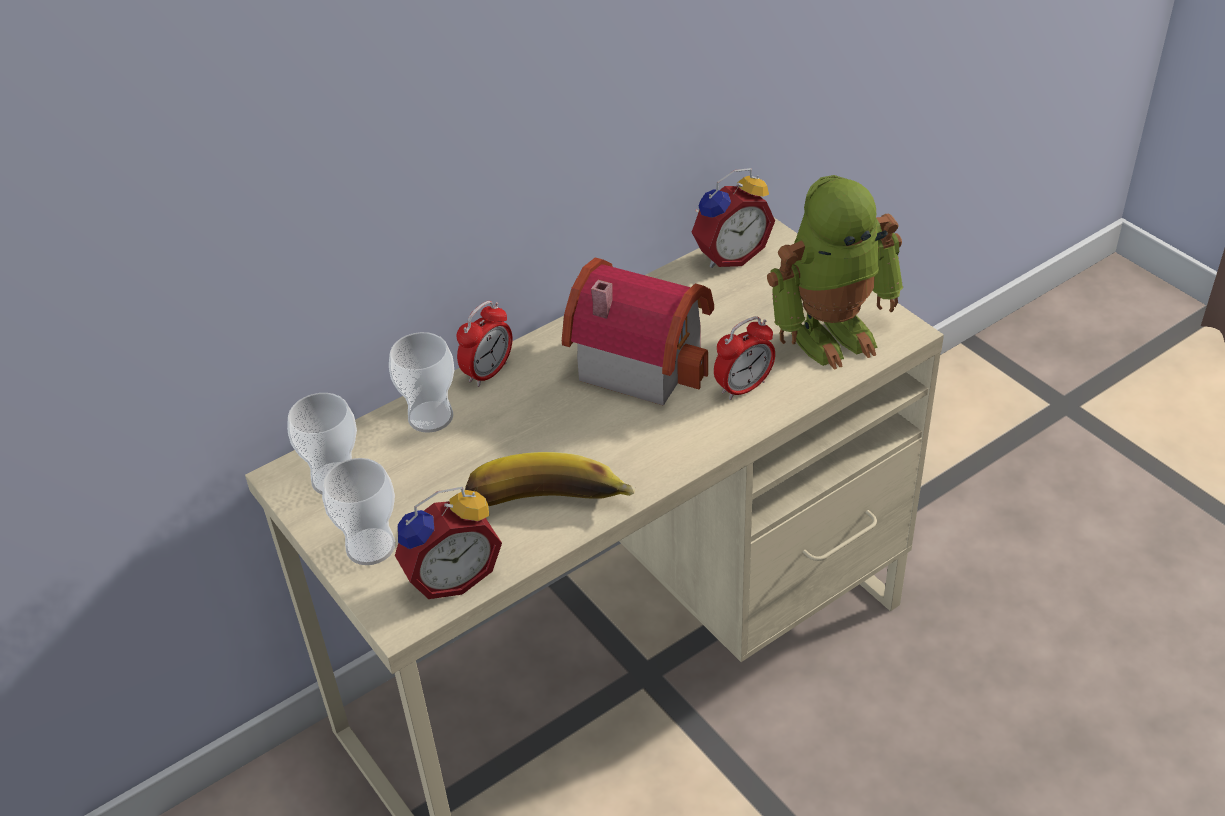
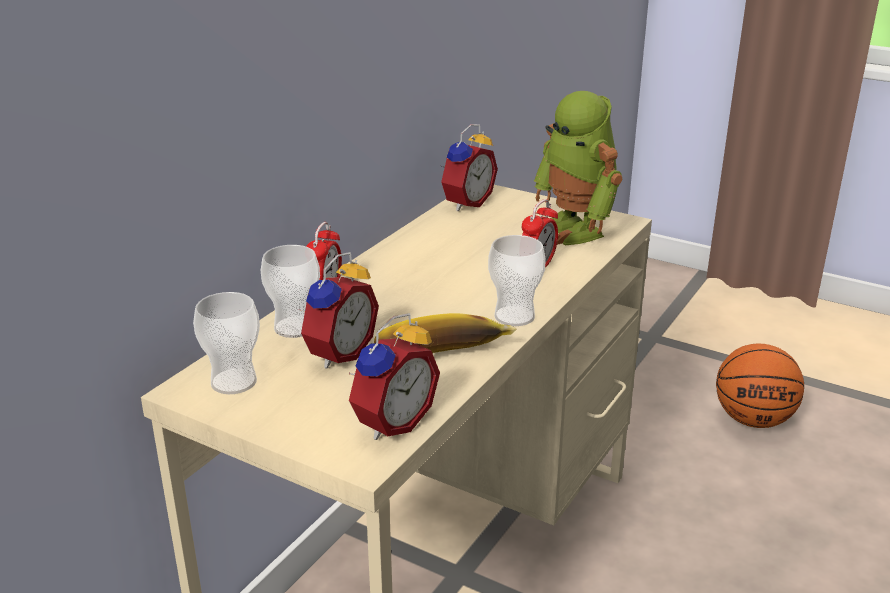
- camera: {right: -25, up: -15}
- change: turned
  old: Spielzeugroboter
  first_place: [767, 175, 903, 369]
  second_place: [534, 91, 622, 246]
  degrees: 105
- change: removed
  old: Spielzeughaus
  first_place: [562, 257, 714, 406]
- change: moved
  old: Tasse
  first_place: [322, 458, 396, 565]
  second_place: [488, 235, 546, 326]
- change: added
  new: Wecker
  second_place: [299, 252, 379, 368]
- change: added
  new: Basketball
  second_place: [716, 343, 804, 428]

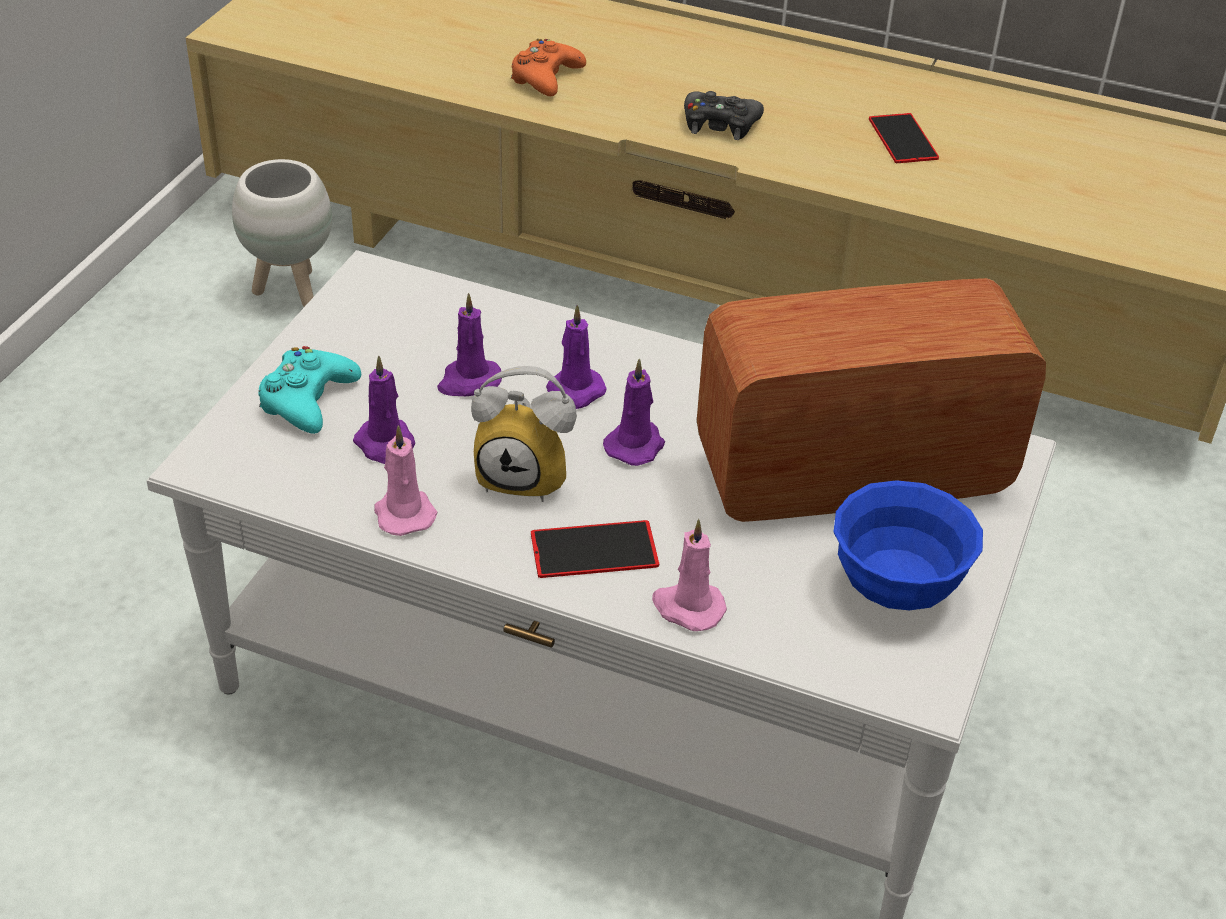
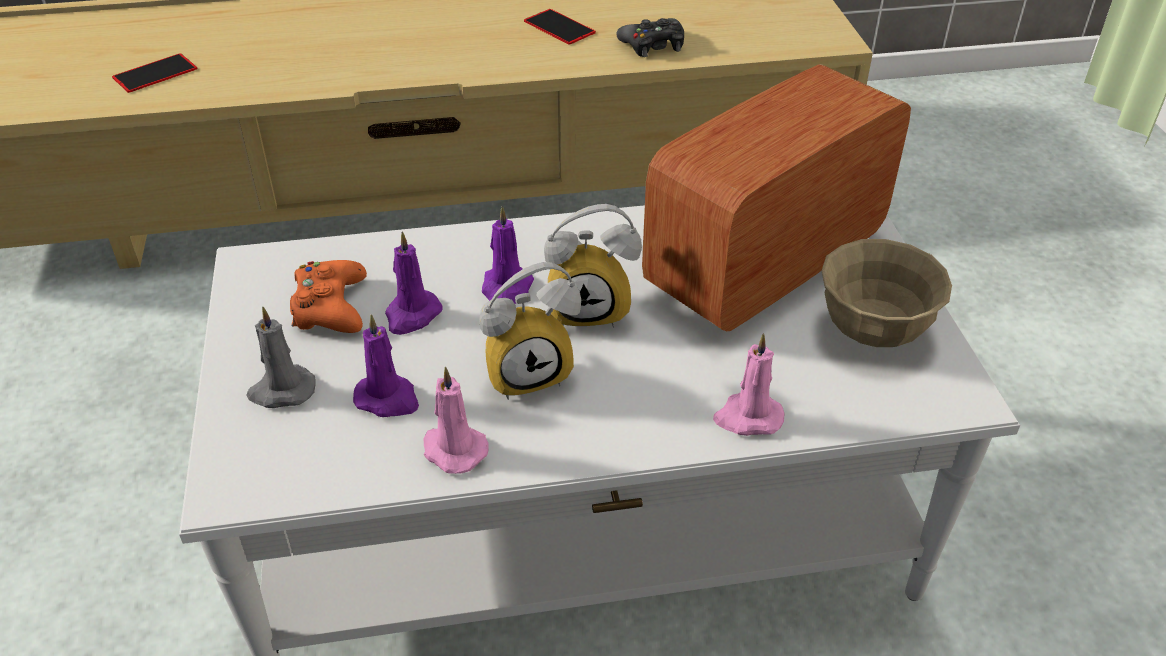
- camera: {right: -30, up: 0}
- change: moved
  old: Gamepad/orange
  first_place: [511, 39, 586, 96]
  second_place: [290, 260, 367, 333]
- change: moved
  old: Gamepad/schwarz
  first_place: [684, 91, 764, 140]
  second_place: [616, 18, 684, 57]
- change: removed
  old: Pflanzkübel/weiß
  first_place: [232, 159, 332, 307]
- change: replaced
  old: Gamepad/türkis
  new: Kerze/grau
  first_place: [258, 346, 361, 434]
  second_place: [247, 307, 316, 408]
- change: replaced
  old: Kerze/lila
  new: Wecker
  first_place: [603, 358, 665, 466]
  second_place: [544, 204, 642, 328]
- change: recoloured
  old: Schüssel/blau
  new: Schüssel/beige
  first_place: [834, 480, 983, 610]
  second_place: [822, 239, 952, 347]
- change: moved
  old: Handy
  first_place: [531, 520, 659, 578]
  second_place: [112, 53, 197, 93]

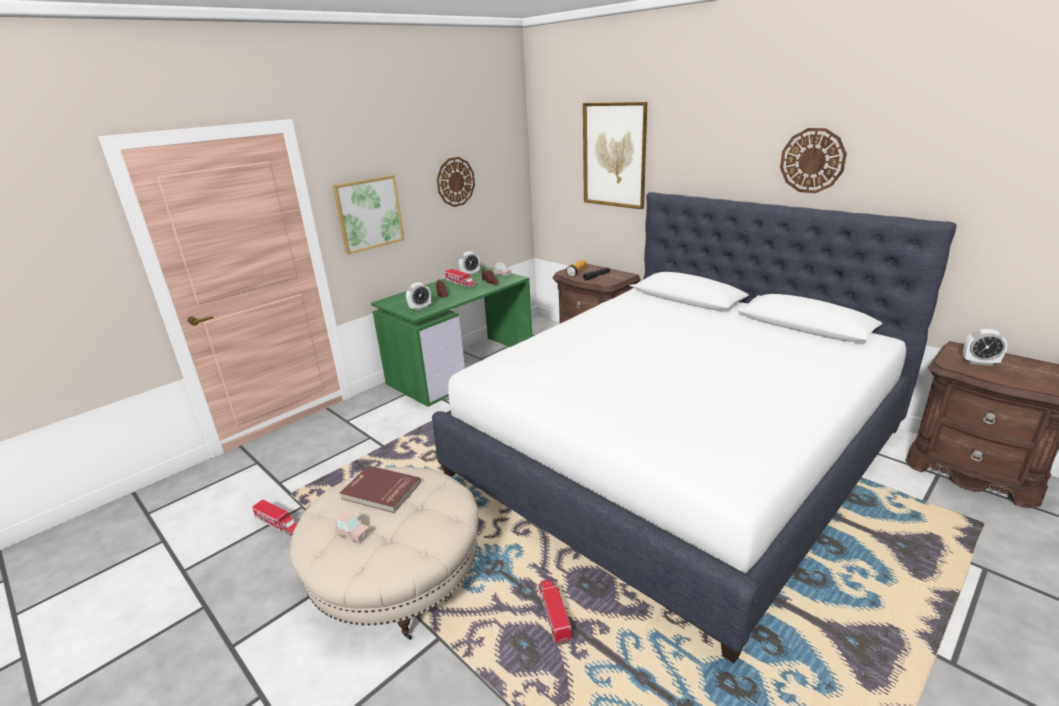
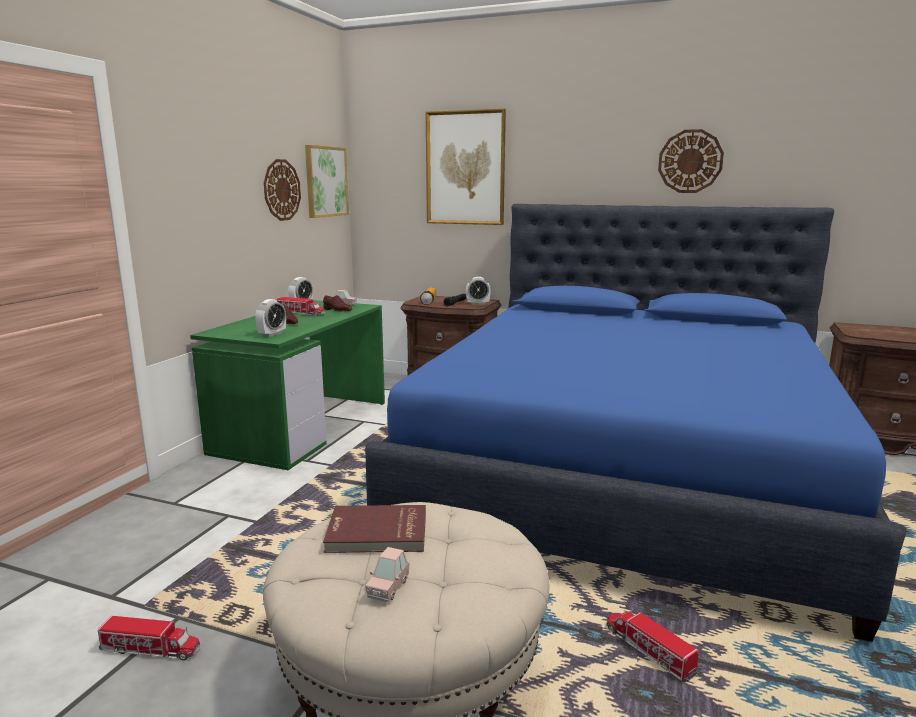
- camera: {right: -25, up: -10}
- change: moved
  old: Bild
  first_place: [333, 175, 404, 255]
  second_place: [305, 145, 349, 218]
- change: recoloured
  old: Bett/weiß
  new: Bett/blau
  first_place: [432, 192, 957, 663]
  second_place: [365, 204, 907, 642]
- change: moved
  old: Wecker
  first_place: [963, 329, 1007, 366]
  second_place: [466, 277, 491, 305]
- change: turned
  old: Spielzeugauto/rosa
  first_place: [334, 511, 369, 543]
  second_place: [365, 547, 410, 602]
  degrees: 105

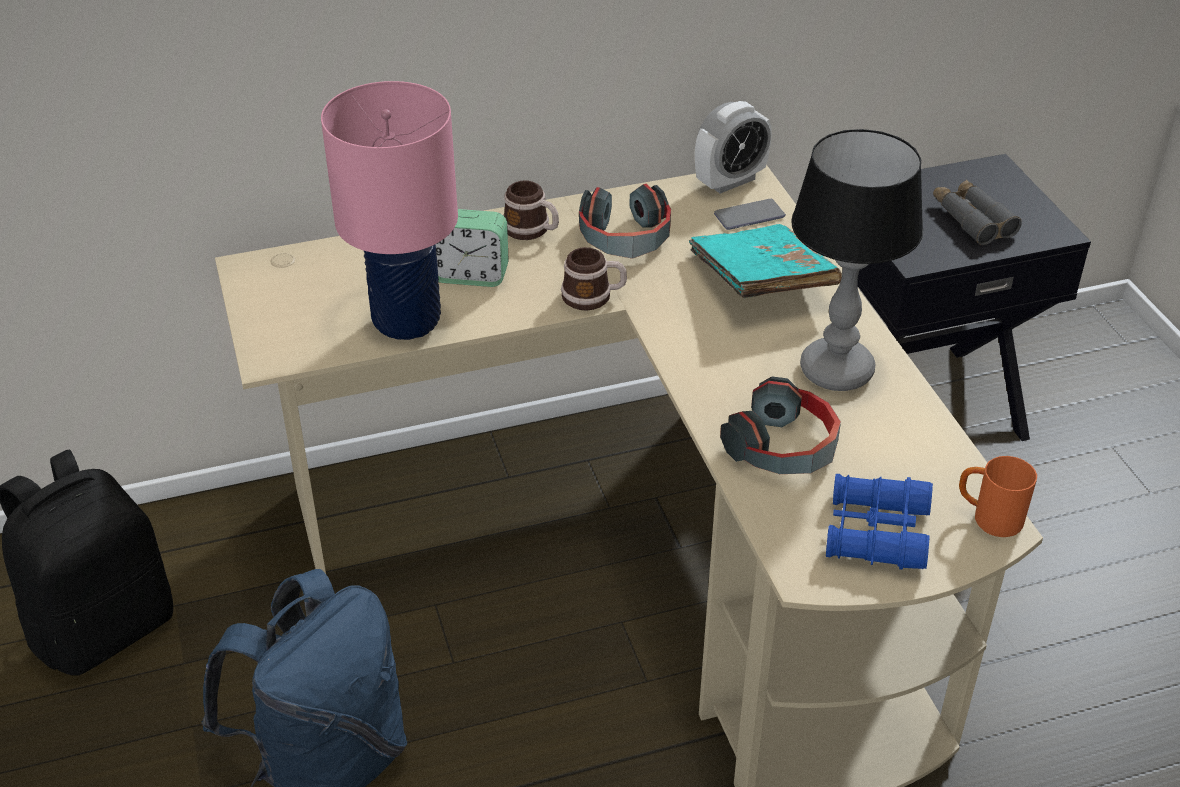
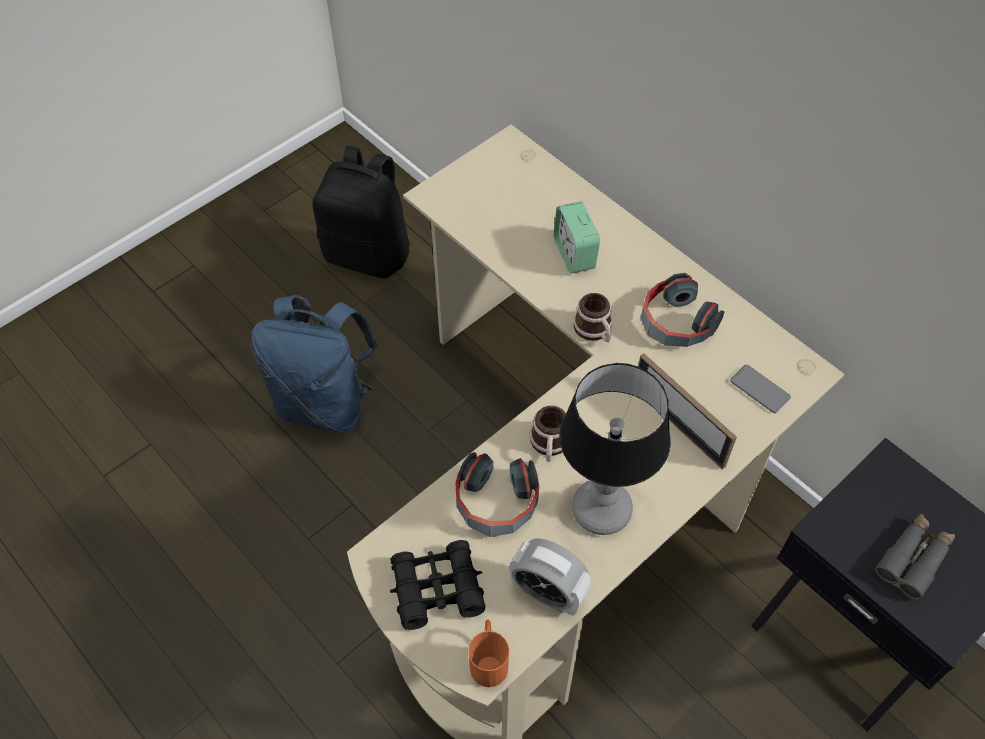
- camera: {right: 65, up: 15}
- change: removed
  old: Tischlampe/rosa
  first_place: [321, 81, 458, 340]
- change: moved
  old: Wecker
  first_place: [695, 101, 772, 194]
  second_place: [509, 538, 591, 616]
- change: moved
  old: Henkelbecher
  first_place: [503, 180, 559, 240]
  second_place: [530, 406, 566, 462]
- change: replaced
  old: Buch/türkis
  new: Bilderrahmen
  first_place: [689, 224, 842, 298]
  second_place: [638, 353, 737, 469]
- change: recoloured
  old: Fernglas/blau
  new: Fernglas/schwarz
  first_place: [826, 474, 933, 570]
  second_place: [390, 540, 485, 630]

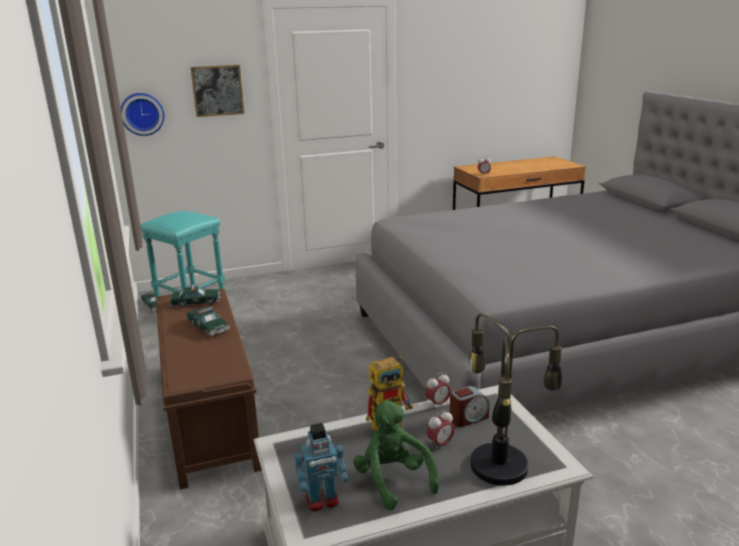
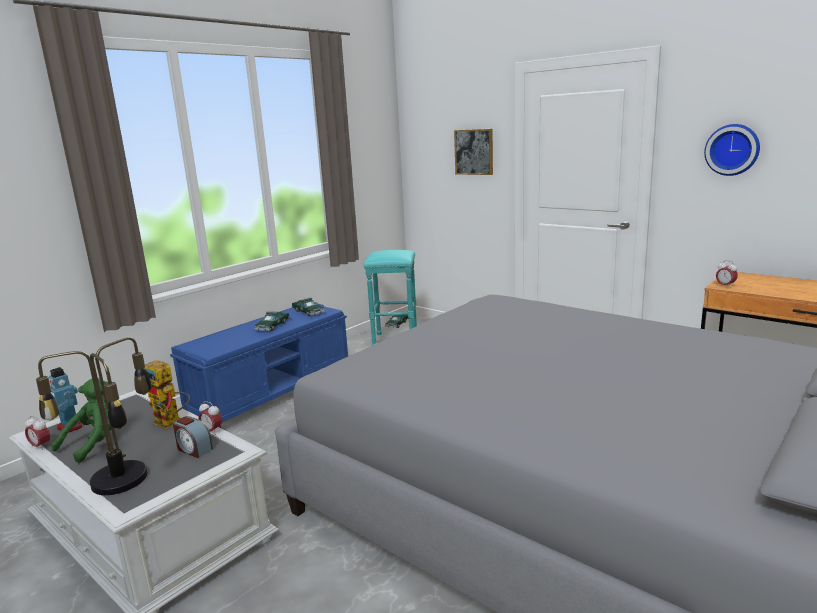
- camera: {right: 60, up: -5}
- change: moved
  old: Wanduhr
  first_place: [121, 93, 165, 136]
  second_place: [704, 124, 760, 176]
- change: recoloured
  old: Bank/braun
  new: Bank/blau
  first_place: [156, 288, 262, 490]
  second_place: [170, 304, 348, 428]
- change: moved
  old: Wecker
  first_place: [427, 410, 455, 450]
  second_place: [25, 416, 50, 450]

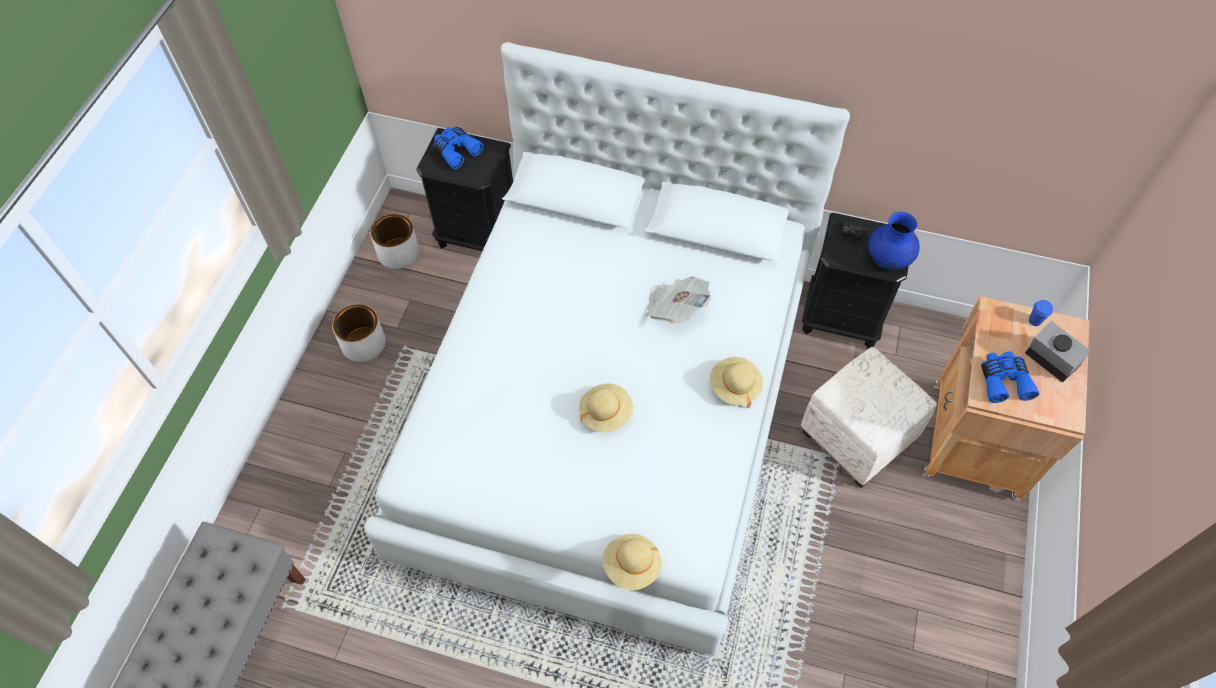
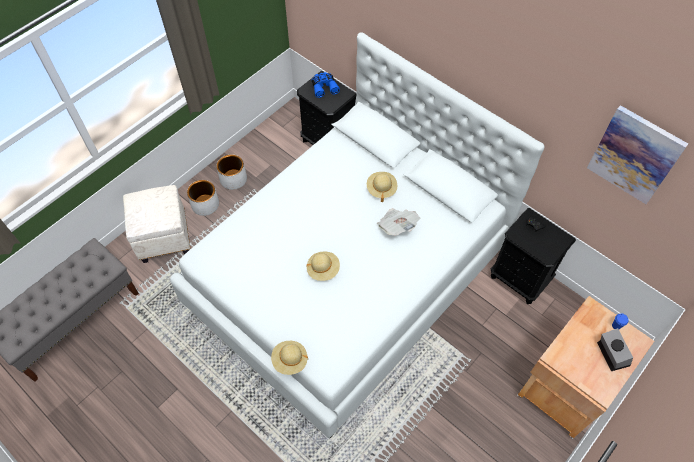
- camera: {right: 25, up: 0}
- change: removed
  old: Vase/blau
  first_place: [868, 212, 920, 270]
- change: moved
  old: Pflanzkübel/weiß
  first_place: [370, 214, 419, 269]
  second_place: [187, 180, 219, 216]
- change: moved
  old: Polsterhocker/weiß
  first_place: [801, 347, 937, 488]
  second_place: [123, 185, 190, 263]
- change: removed
  old: Fernglas/blau
  first_place: [981, 351, 1039, 403]
- change: moved
  old: Hut/beige
  first_place: [710, 357, 763, 408]
  second_place: [367, 172, 397, 202]
- change: added
  new: Bild
  second_place: [587, 105, 688, 204]

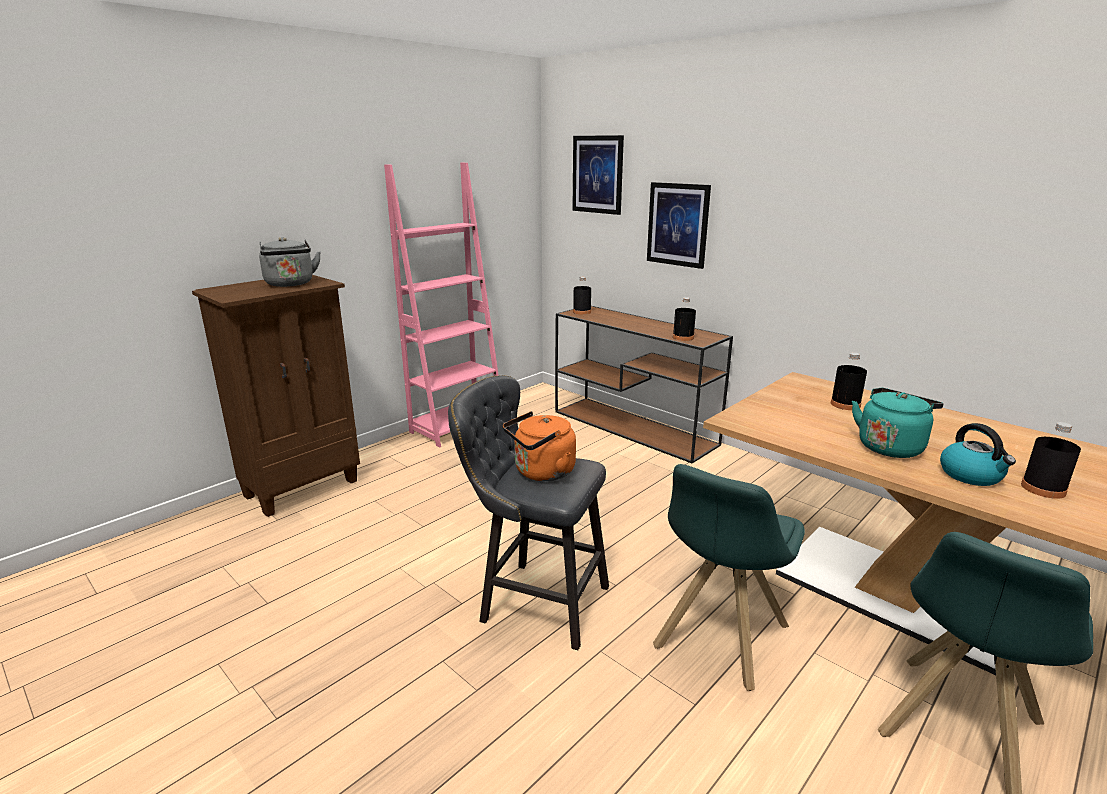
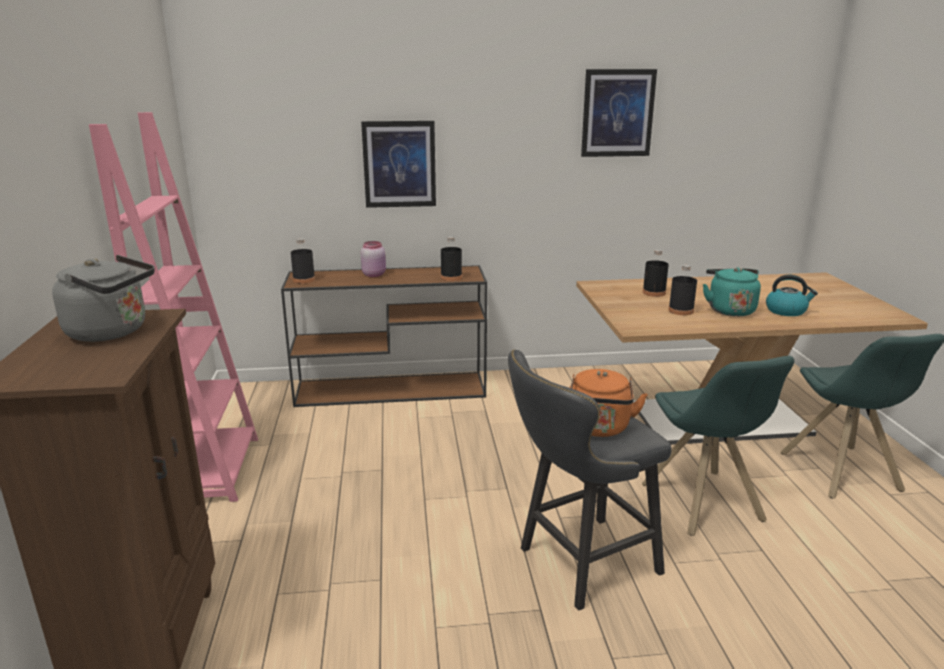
- camera: {right: -50, up: 0}
- change: moved
  old: Bild
  first_place: [572, 135, 624, 215]
  second_place: [581, 69, 657, 157]
- change: moved
  old: Flasche/schwarz
  first_place: [1021, 422, 1081, 499]
  second_place: [668, 265, 697, 315]
- change: added
  new: Vorratsglas/rosa
  second_place: [361, 241, 386, 277]

